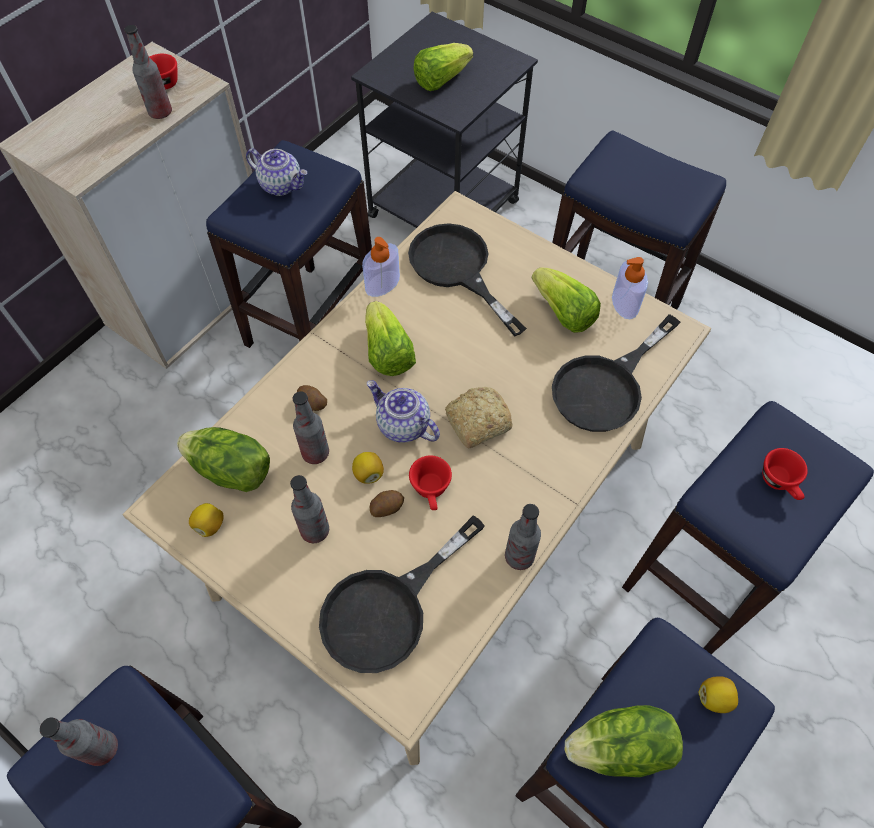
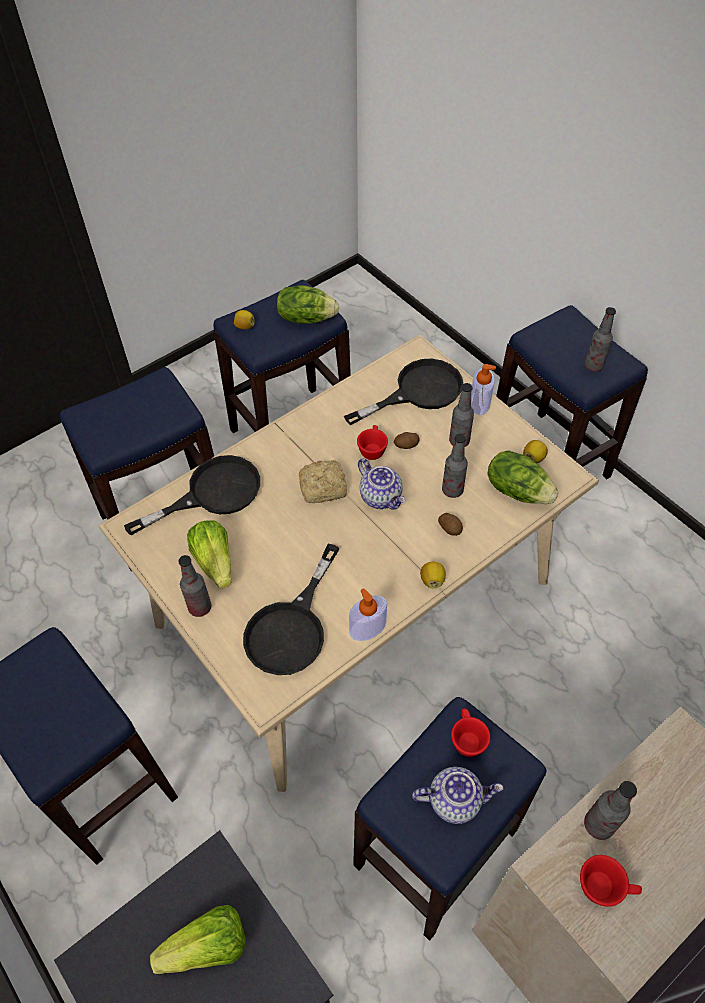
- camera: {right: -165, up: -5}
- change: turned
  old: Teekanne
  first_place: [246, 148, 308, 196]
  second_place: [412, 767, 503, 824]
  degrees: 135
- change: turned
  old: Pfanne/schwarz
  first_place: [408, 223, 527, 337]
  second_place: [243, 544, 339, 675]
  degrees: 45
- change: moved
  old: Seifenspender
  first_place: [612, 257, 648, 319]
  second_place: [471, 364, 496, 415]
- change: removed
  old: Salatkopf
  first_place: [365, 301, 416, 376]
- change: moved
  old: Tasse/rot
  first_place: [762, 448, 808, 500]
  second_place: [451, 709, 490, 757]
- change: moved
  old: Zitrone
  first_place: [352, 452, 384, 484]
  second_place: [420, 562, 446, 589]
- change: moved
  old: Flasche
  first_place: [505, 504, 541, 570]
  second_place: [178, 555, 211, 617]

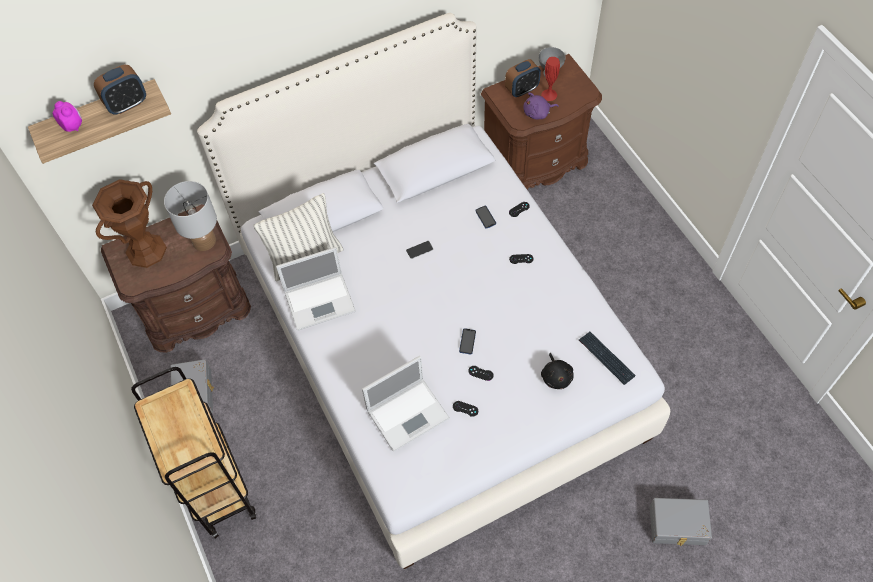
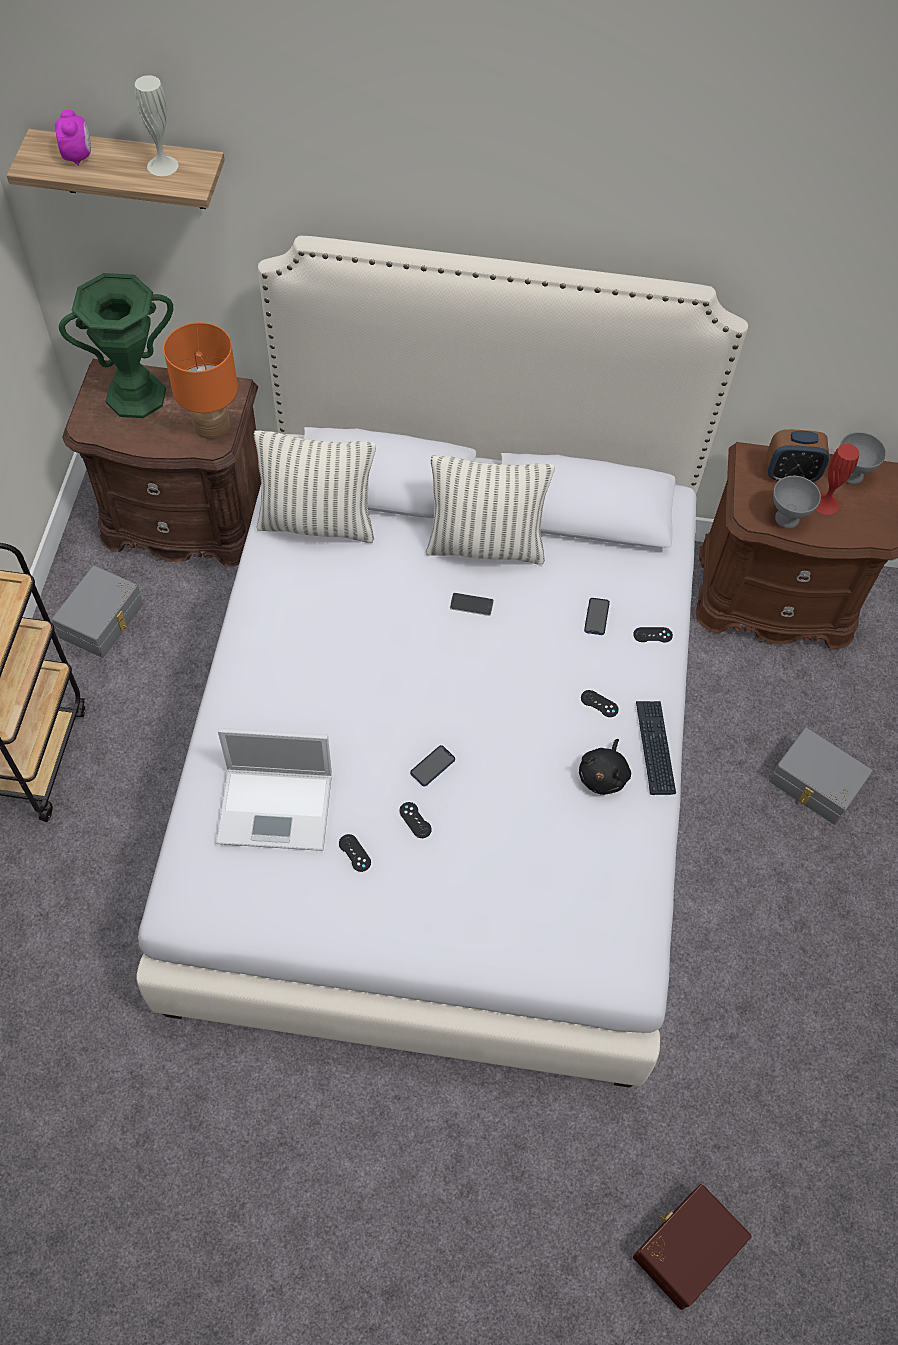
- camera: {right: 30, up: 0}
- change: replaced
  old: Wecker
  new: Vase/weiß
  first_place: [94, 65, 146, 114]
  second_place: [135, 75, 178, 176]
- change: replaced
  old: Plüschtier/lila
  new: Schüssel/grau
  first_place: [523, 93, 558, 120]
  second_place: [773, 476, 821, 528]
- change: recoloured
  old: Vase/braun
  new: Vase/grün
  first_place: [92, 179, 167, 268]
  second_place: [59, 273, 173, 418]
- change: recoloured
  old: Tischlampe/grau
  new: Tischlampe/orange
  first_place: [164, 181, 217, 251]
  second_place: [164, 322, 238, 439]
- change: removed
  old: Laptop
  first_place: [276, 247, 356, 331]
- change: moved
  old: Tastatur
  first_place: [579, 332, 636, 385]
  second_place: [636, 701, 676, 795]
- change: moved
  old: Plüschtier/schwarz
  first_place: [541, 353, 574, 389]
  second_place: [579, 739, 631, 795]
- change: moved
  old: Aufbewahrungsbox/grau
  first_place: [650, 498, 712, 546]
  second_place: [769, 728, 873, 825]
- change: added
  new: Kissen
  second_place: [425, 455, 555, 565]
- change: added
  new: Aufbewahrungsbox/braun
  second_place: [633, 1184, 752, 1310]

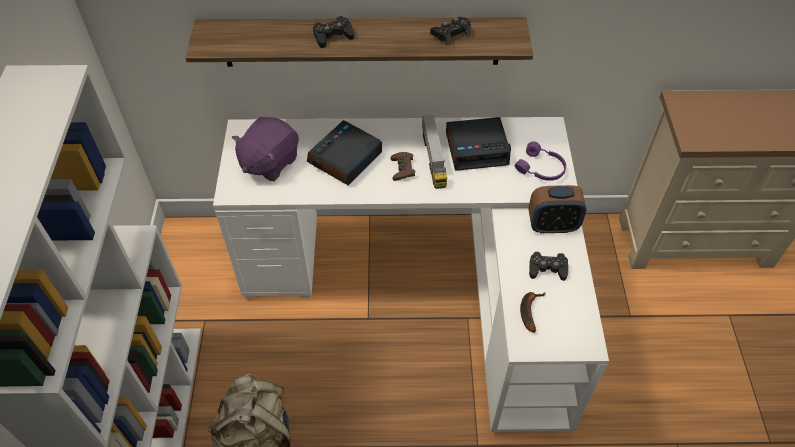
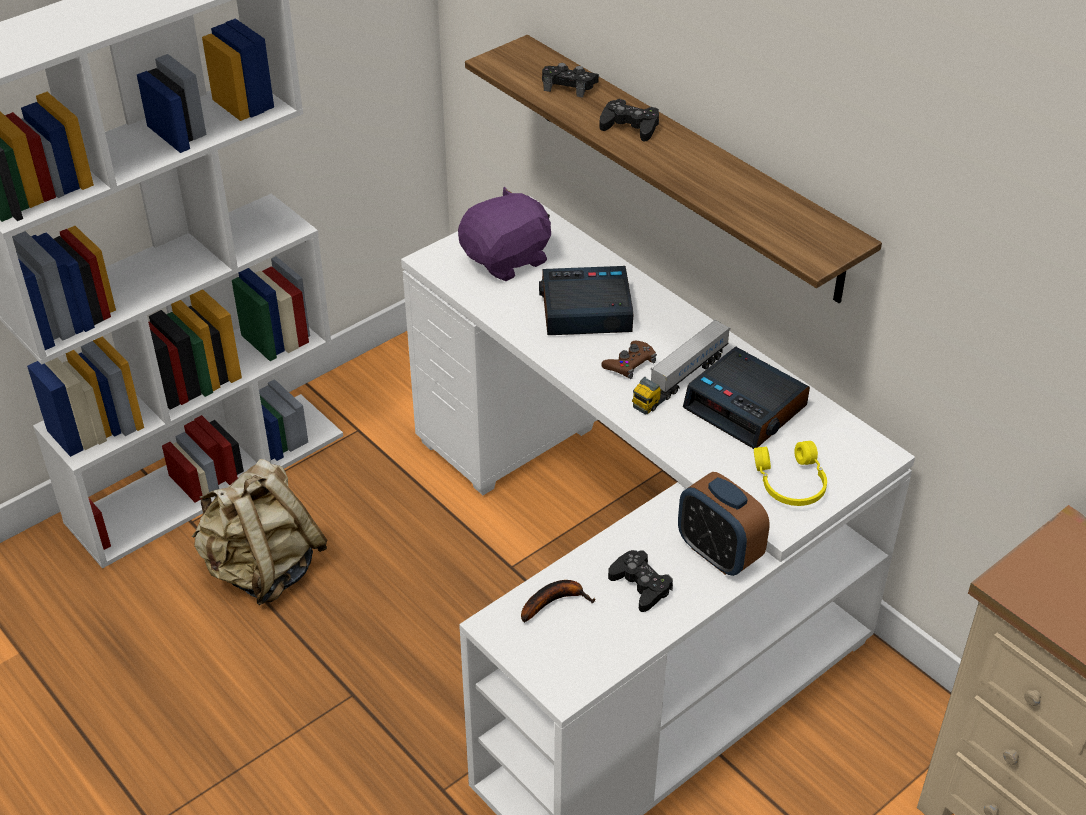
- camera: {right: 50, up: -10}
- change: moved
  old: Gamepad/schwarz
  first_place: [430, 17, 471, 46]
  second_place: [542, 63, 599, 98]
- change: turned
  old: Plüschtier/lila
  first_place: [232, 117, 299, 181]
  second_place: [458, 187, 551, 281]
  degrees: 150
- change: recoloured
  old: Kopfhörer/lila
  new: Kopfhörer/gelb
  first_place: [515, 142, 566, 181]
  second_place: [754, 441, 827, 506]

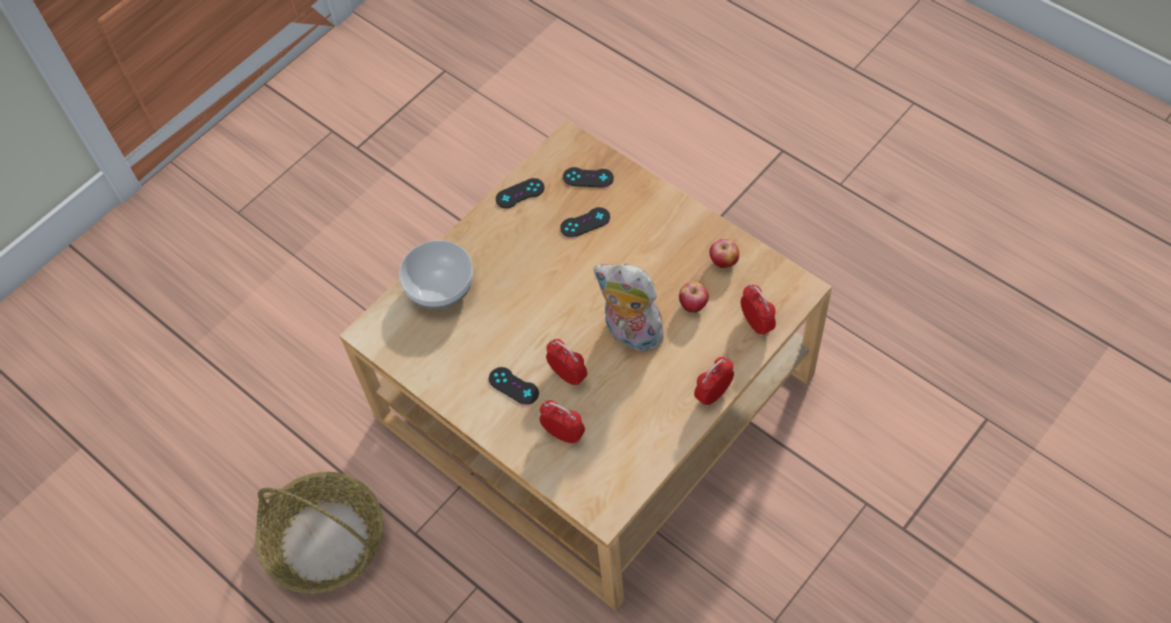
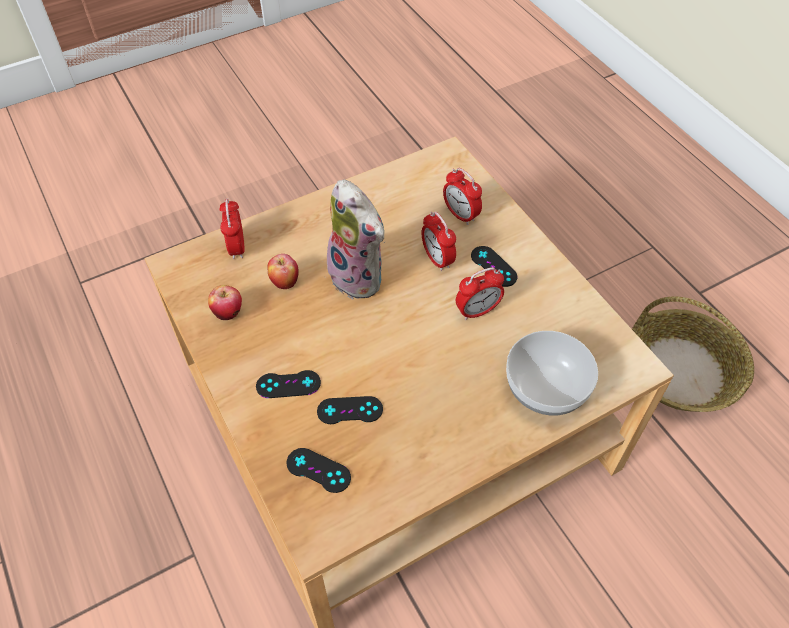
- camera: {right: -165, up: -5}
- change: moved
  old: Gamepad/schwarz
  first_place: [496, 178, 544, 208]
  second_place: [256, 370, 321, 398]
- change: moved
  old: Wecker
  first_place: [694, 357, 734, 407]
  second_place: [456, 267, 504, 320]

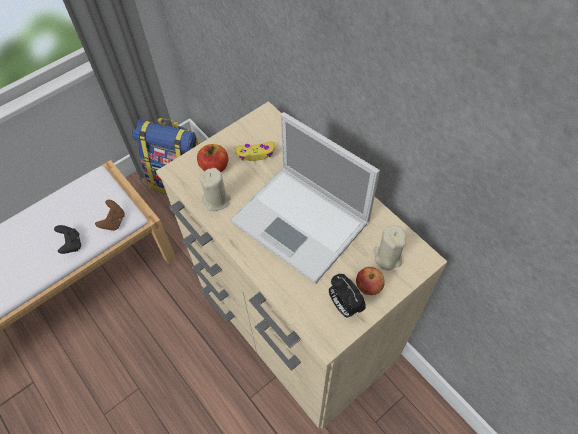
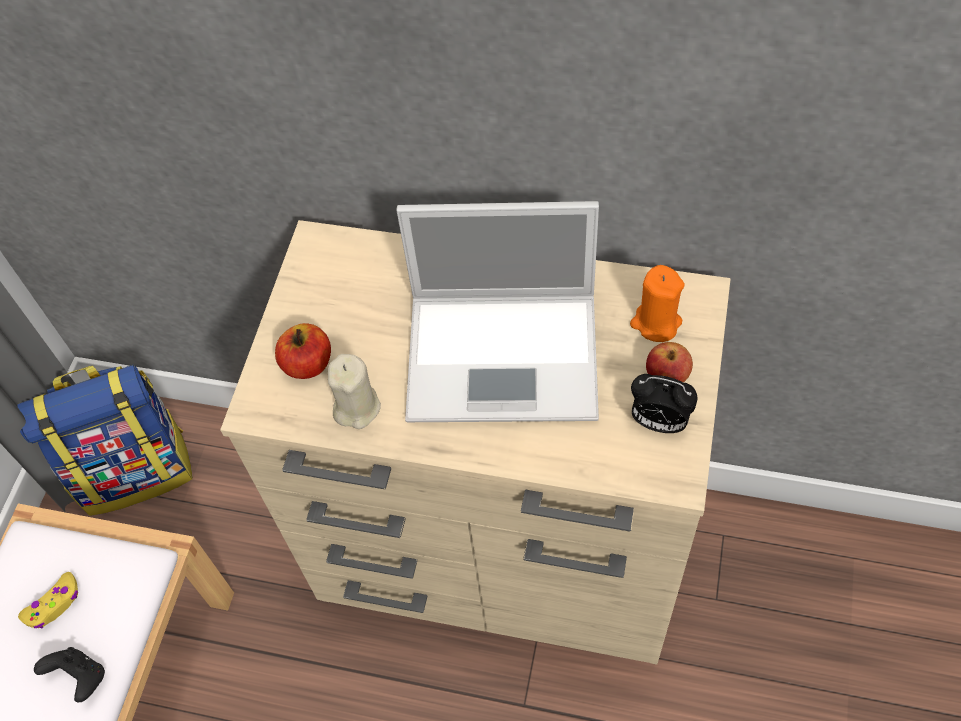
- camera: {right: -35, up: 0}
- change: moved
  old: Gamepad/gelb
  first_place: [234, 141, 275, 161]
  second_place: [18, 572, 78, 629]
- change: removed
  old: Gamepad/braun
  first_place: [95, 200, 125, 231]
- change: recoloured
  old: Kerze/beige
  new: Kerze/orange
  first_place: [373, 225, 406, 270]
  second_place: [630, 265, 685, 342]

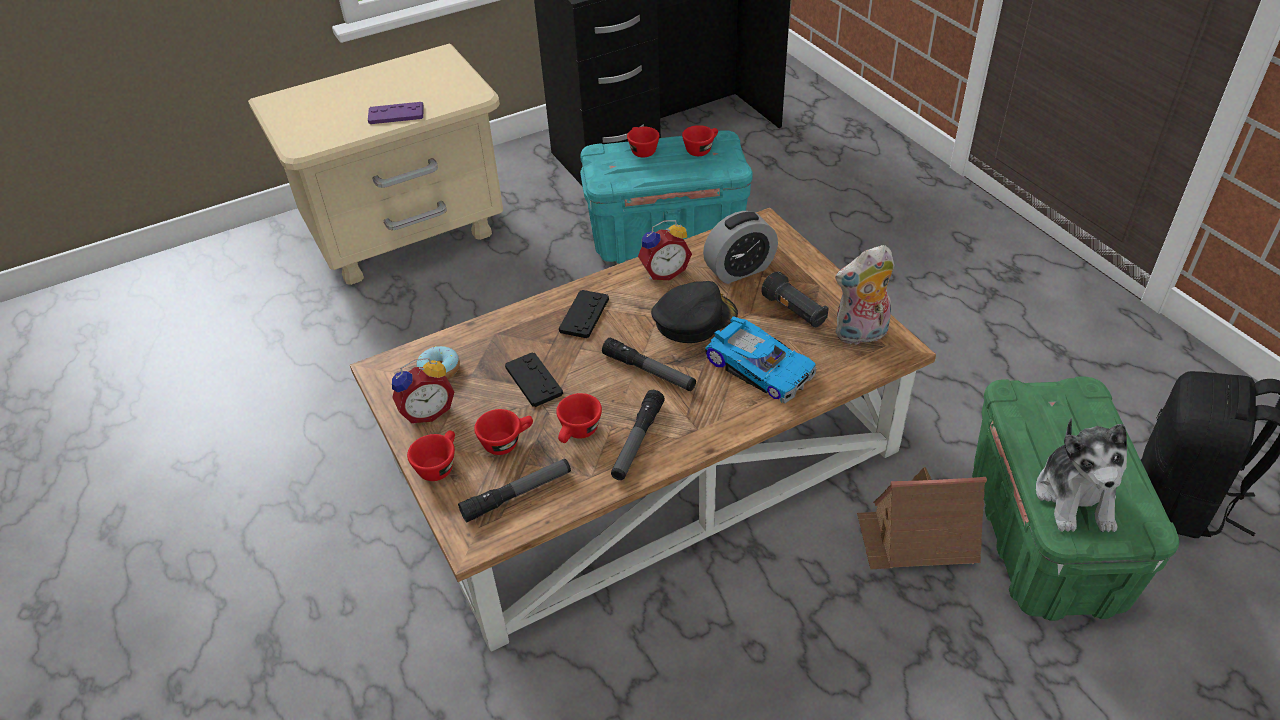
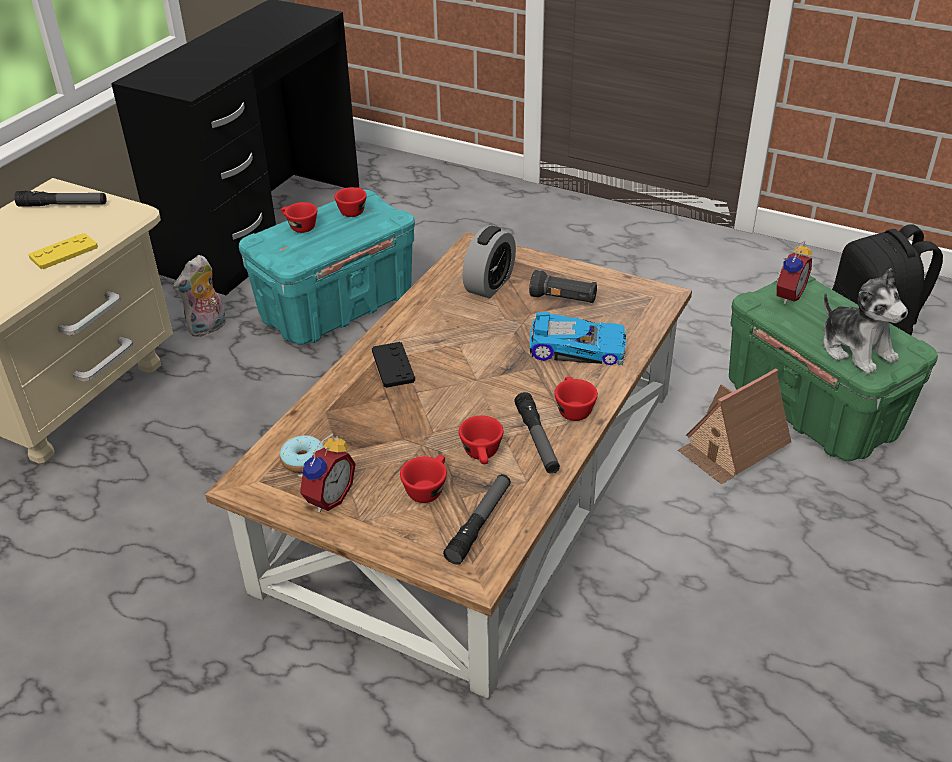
- camera: {right: -35, up: -5}
- change: recoloured
  old: Gamepad/lila
  new: Gamepad/gelb
  first_place: [368, 102, 424, 124]
  second_place: [28, 233, 98, 269]
- change: moved
  old: Wecker
  first_place: [638, 220, 692, 280]
  second_place: [775, 241, 812, 304]
- change: moved
  old: Plüschtier
  first_place: [835, 245, 894, 345]
  second_place: [173, 255, 226, 337]
- change: removed
  old: Kappe/schwarz
  first_place: [651, 281, 738, 343]
- change: moved
  old: Taschenlampe
  first_place: [602, 338, 696, 391]
  second_place: [14, 191, 107, 207]
- change: removed
  old: Gamepad/schwarz
  first_place: [505, 352, 563, 407]
- change: moved
  old: Tasse/rot
  first_place: [407, 430, 455, 481]
  second_place: [554, 377, 598, 421]

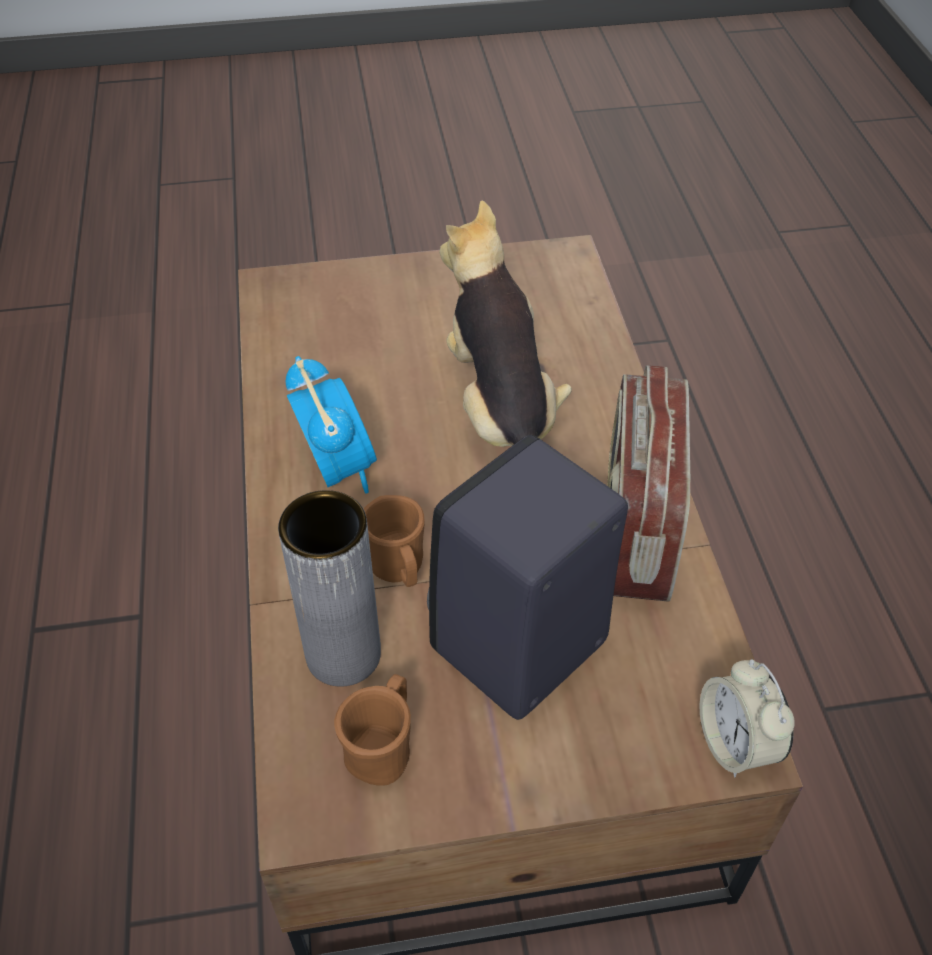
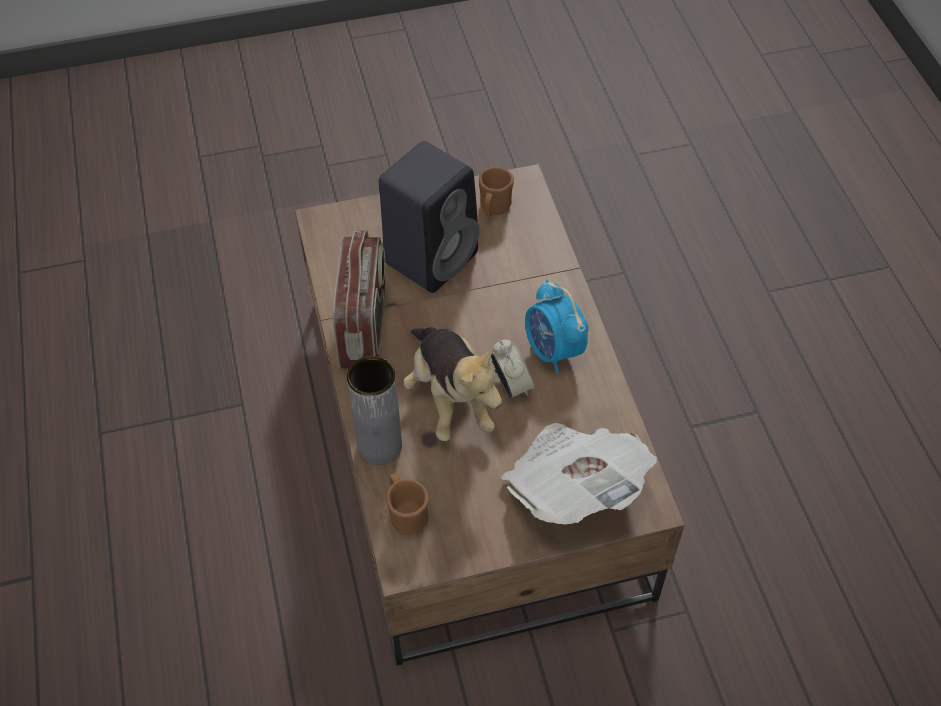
- camera: {right: 175, up: 5}
- change: moved
  old: Vase/grau
  first_place: [278, 490, 381, 687]
  second_place: [347, 356, 402, 465]
- change: moved
  old: Henkelbecher/braun
  first_place: [364, 495, 424, 587]
  second_place: [386, 473, 429, 535]
- change: moved
  old: Wecker
  first_place: [700, 659, 795, 778]
  second_place: [491, 340, 534, 398]
- change: added
  new: Zeitung
  second_place: [501, 423, 657, 524]

